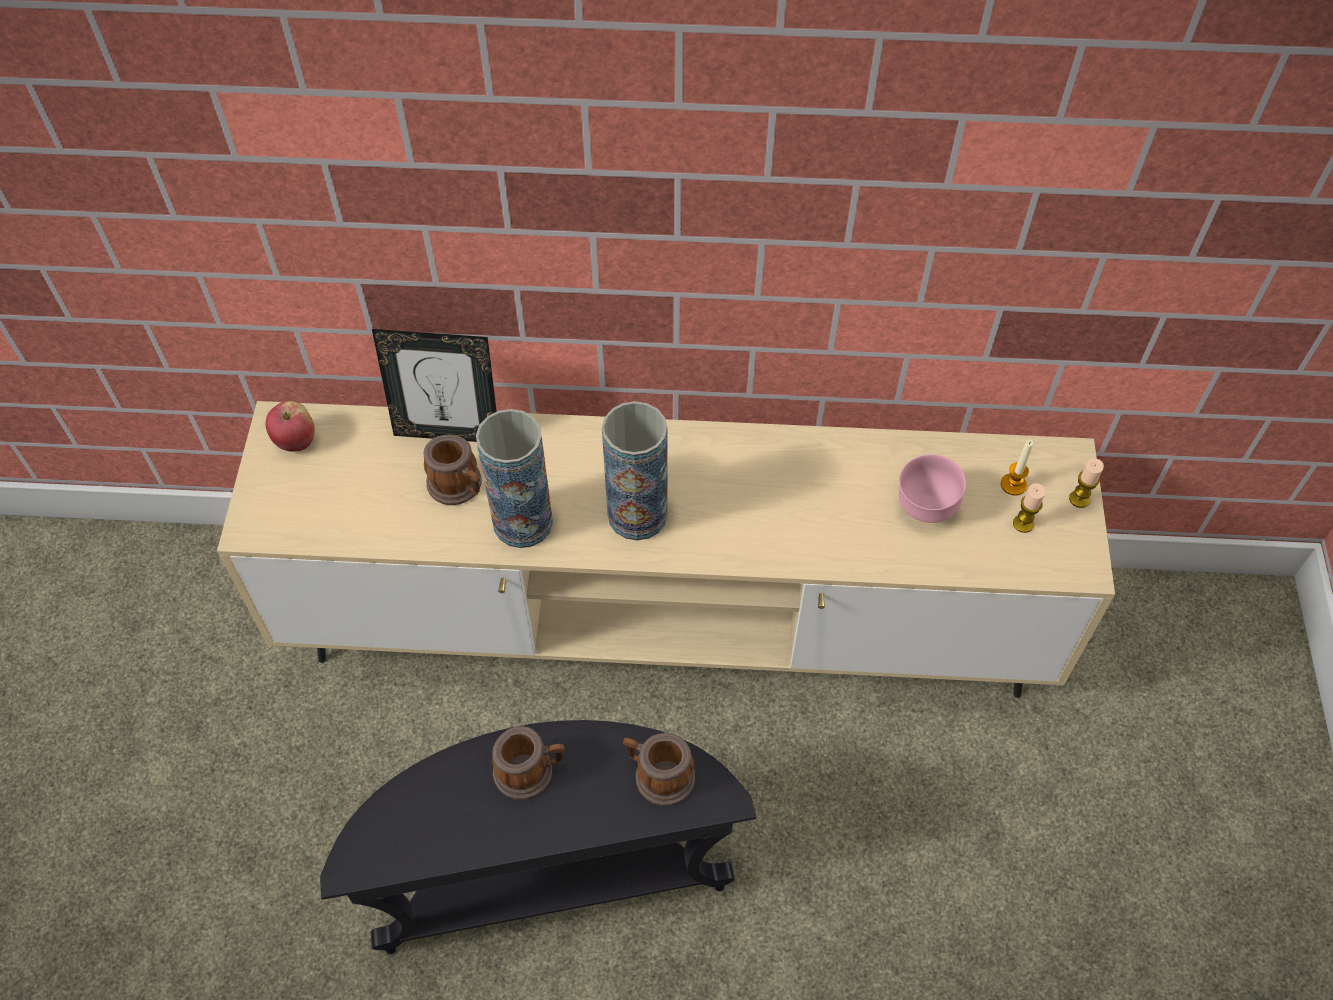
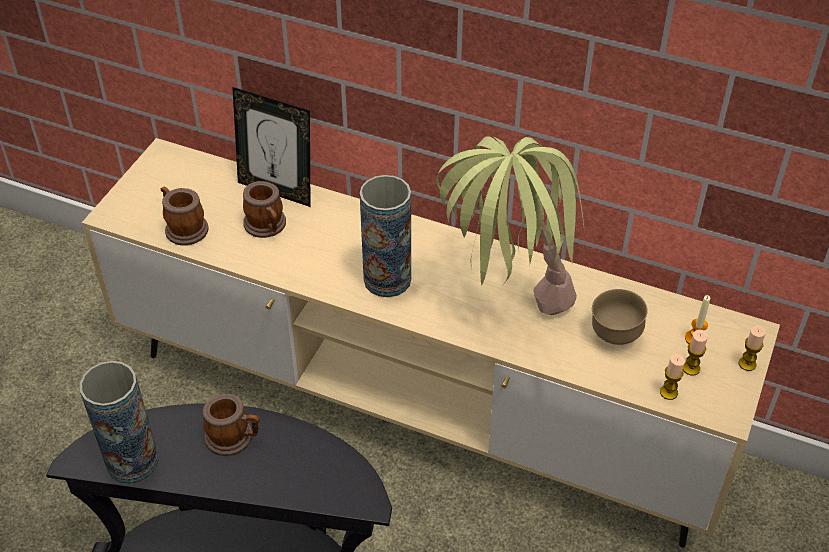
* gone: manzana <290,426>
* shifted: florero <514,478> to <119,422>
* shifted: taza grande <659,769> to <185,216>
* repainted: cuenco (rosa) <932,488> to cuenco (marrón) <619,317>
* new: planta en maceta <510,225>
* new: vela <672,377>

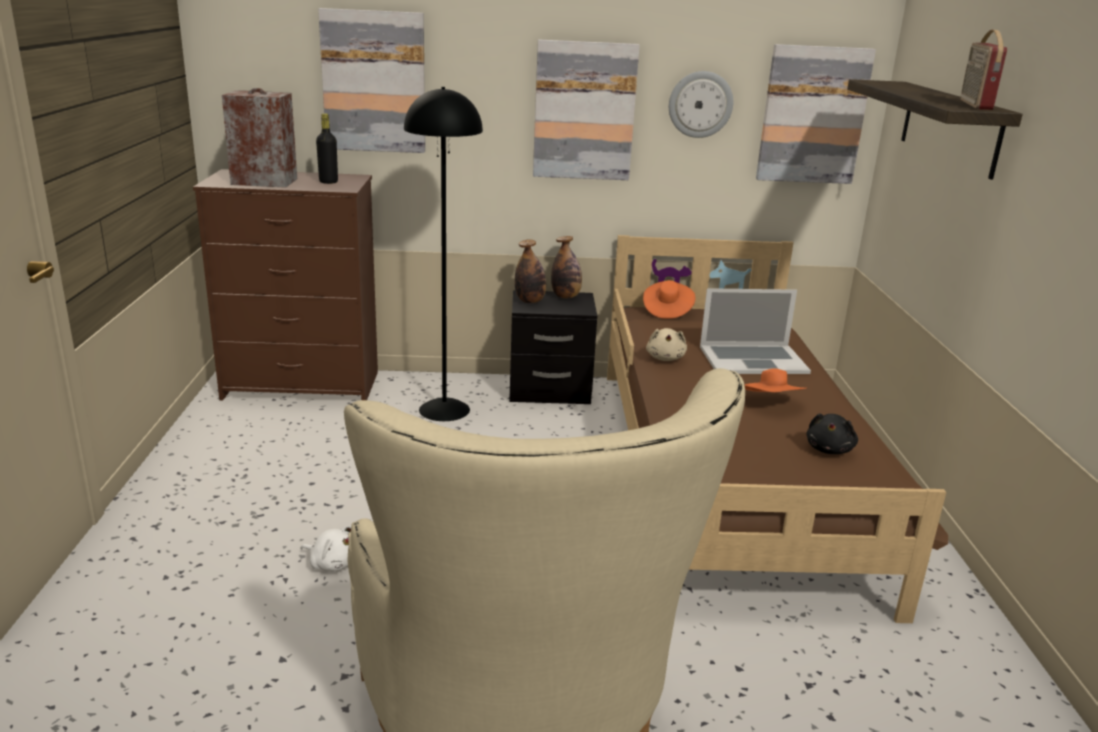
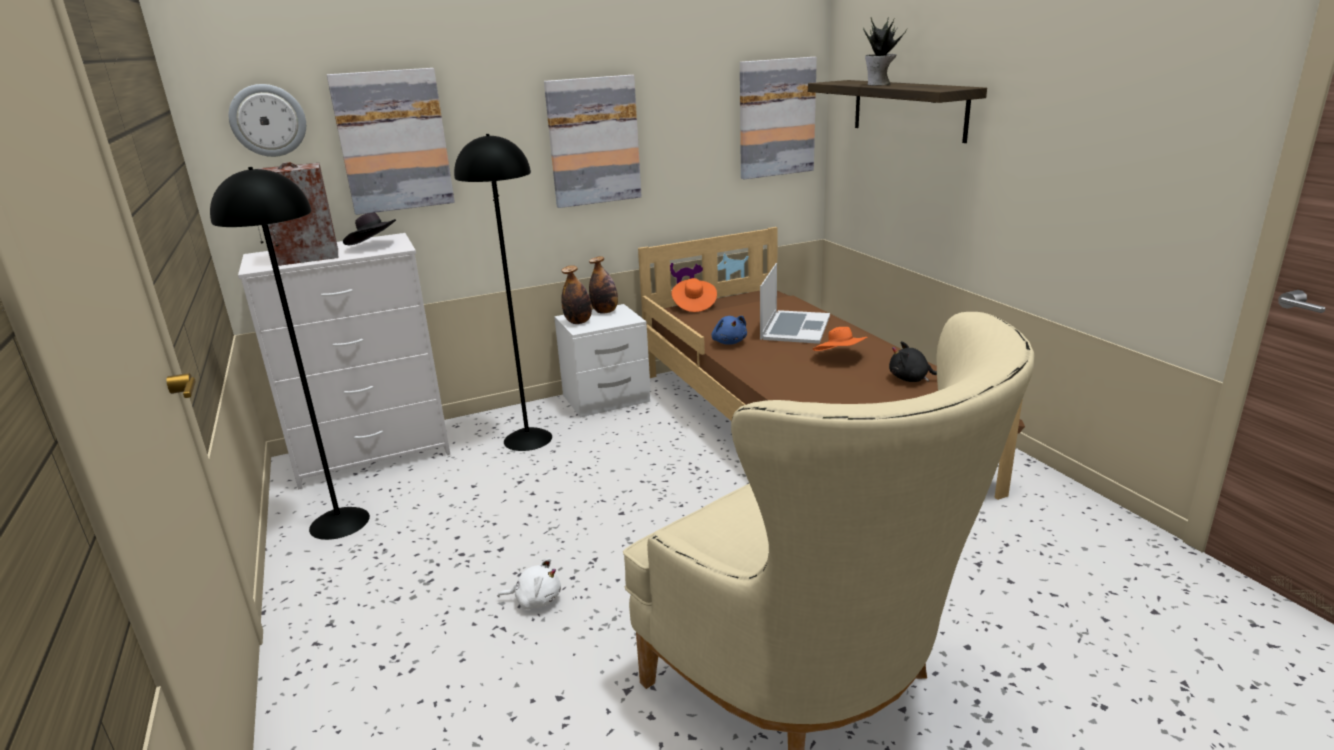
* repainted: cómoda (marrón) <285,284> to cómoda (blanco) <344,361>
* swapped: botella (negro) <327,148> to sombrero (negro) <369,228>
* repainted: mesita de noche (negro) <553,347> to mesita de noche (blanco) <602,360>
* repainted: peluche (beis) <666,344> to peluche (azul) <729,330>
* shifted: reloj de pared <701,104> to <267,120>
* rotated: portátil <755,331> = <795,303> 45 degrees counterclockwise
* rotated: peluche (negro) <832,433> = <913,361> 105 degrees clockwise
* gone: radio <983,70>
* new: lámpara de pie (negro) <290,353>
* new: planta en maceta <885,51>

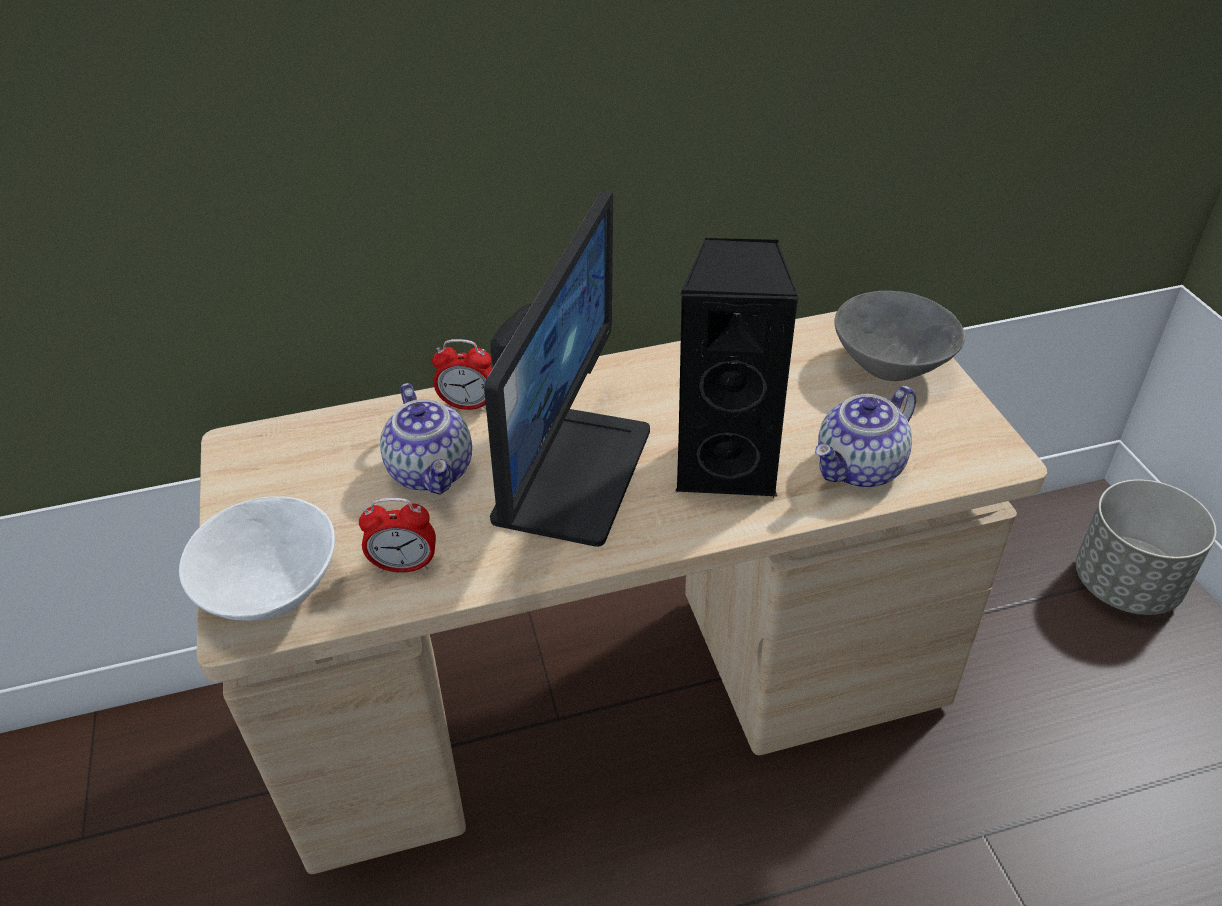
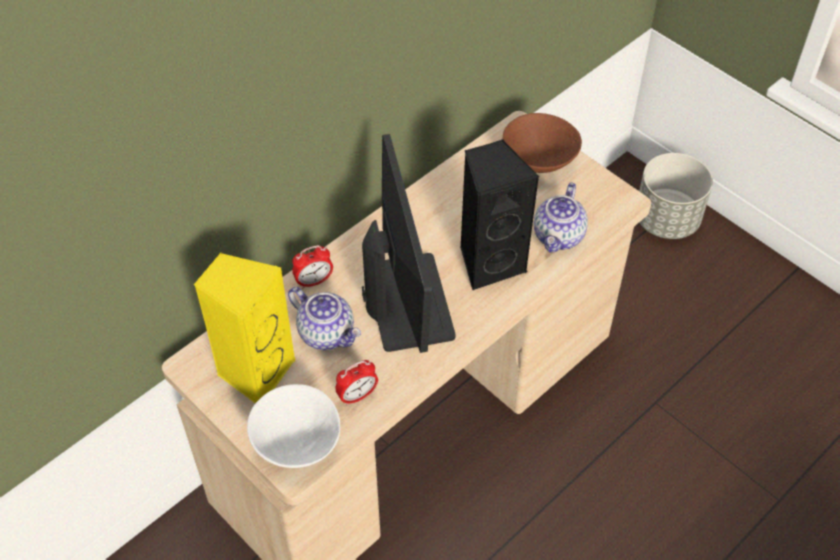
* repainted: cuenco (gris) <899,336> to cuenco (marrón) <542,143>
* new: altavoz (amarillo) <244,328>

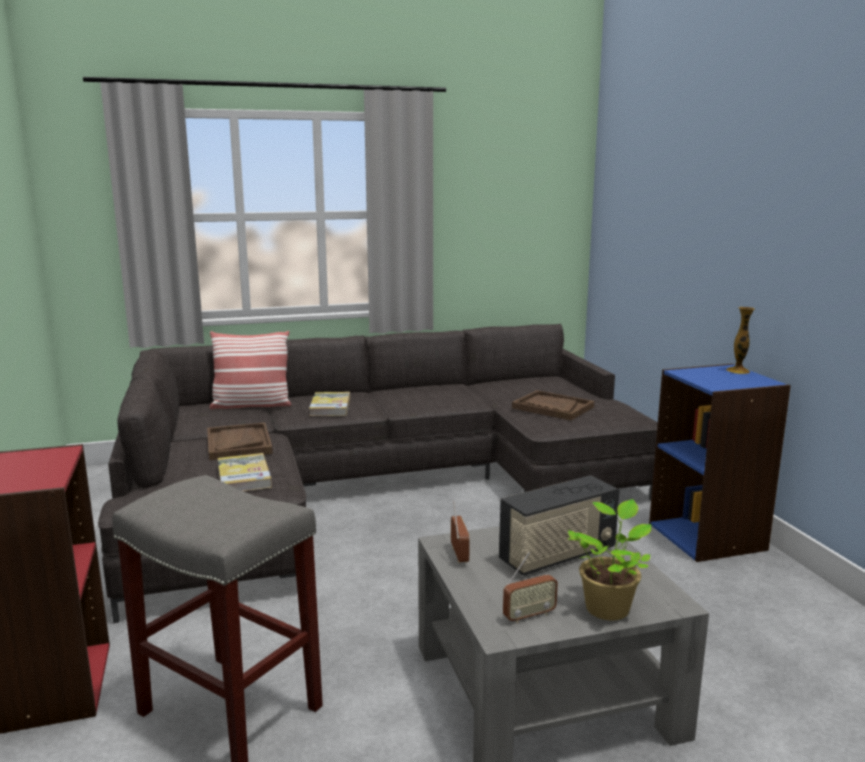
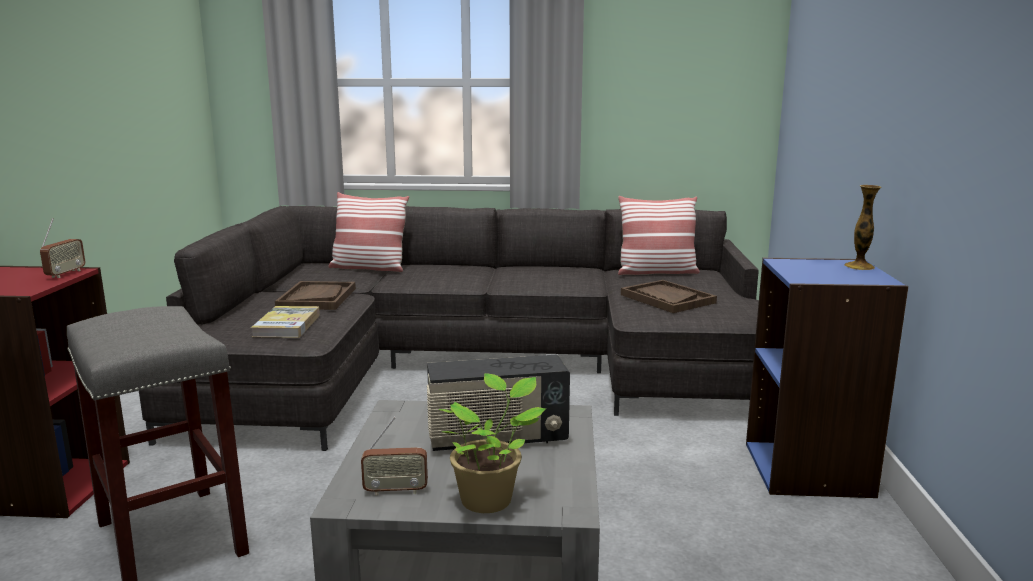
* gone: libro <329,404>
* shifted: radio <460,532> to <63,248>
* new: cojín <659,235>

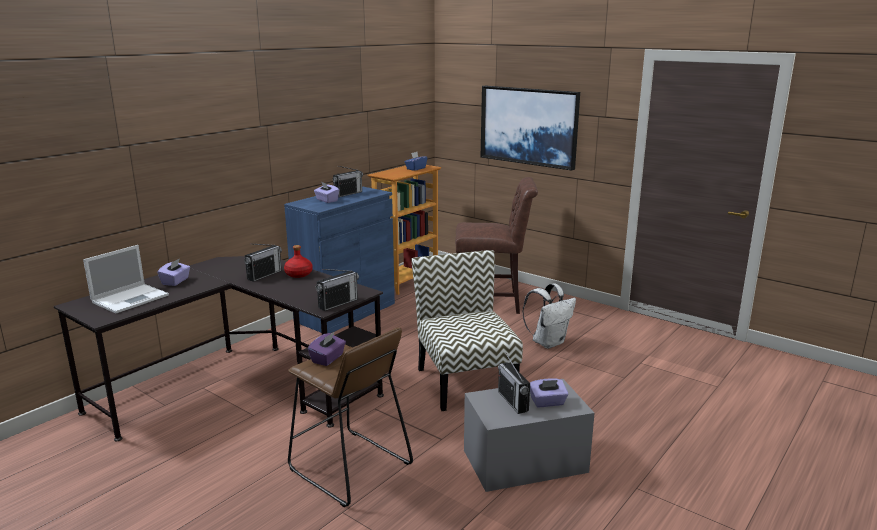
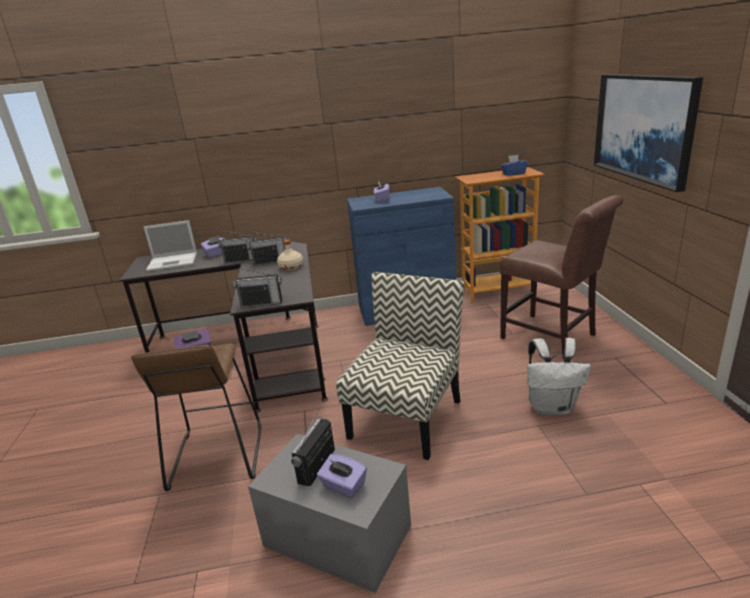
* repainted: botella (rojo) <298,261> to botella (beis) <290,254>
* shifted: radio <347,181> to <237,247>

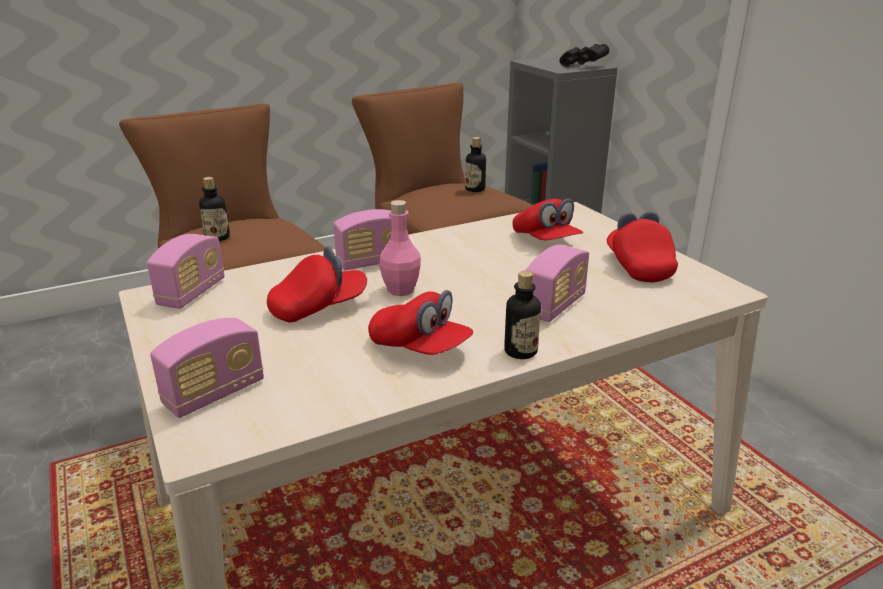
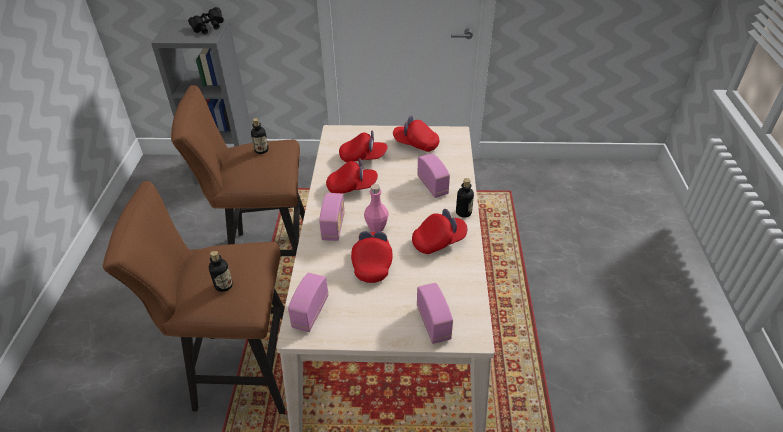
* rotated: radio <186,271> = <308,302> 120 degrees counterclockwise
* new: gorra (rojo) <352,176>

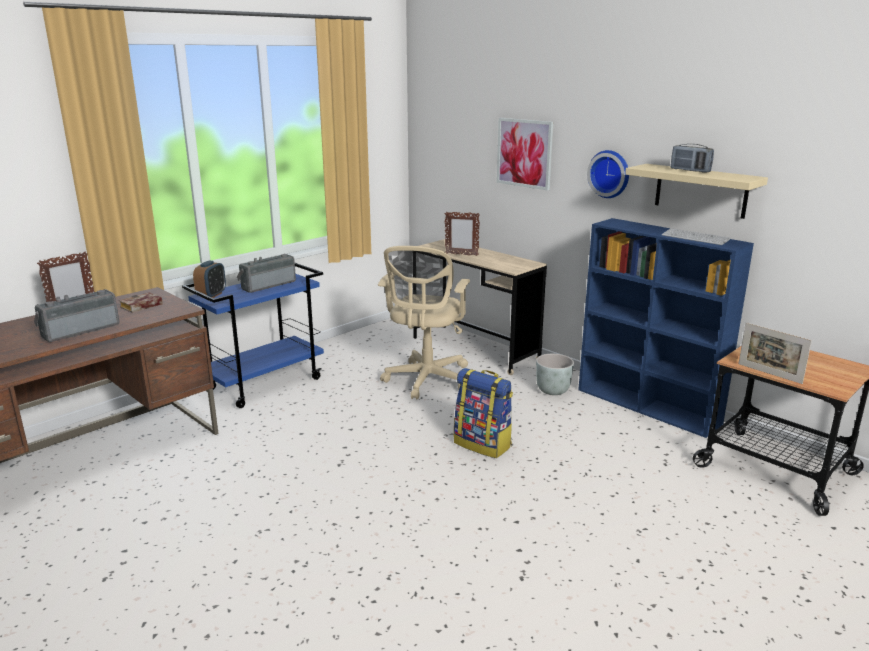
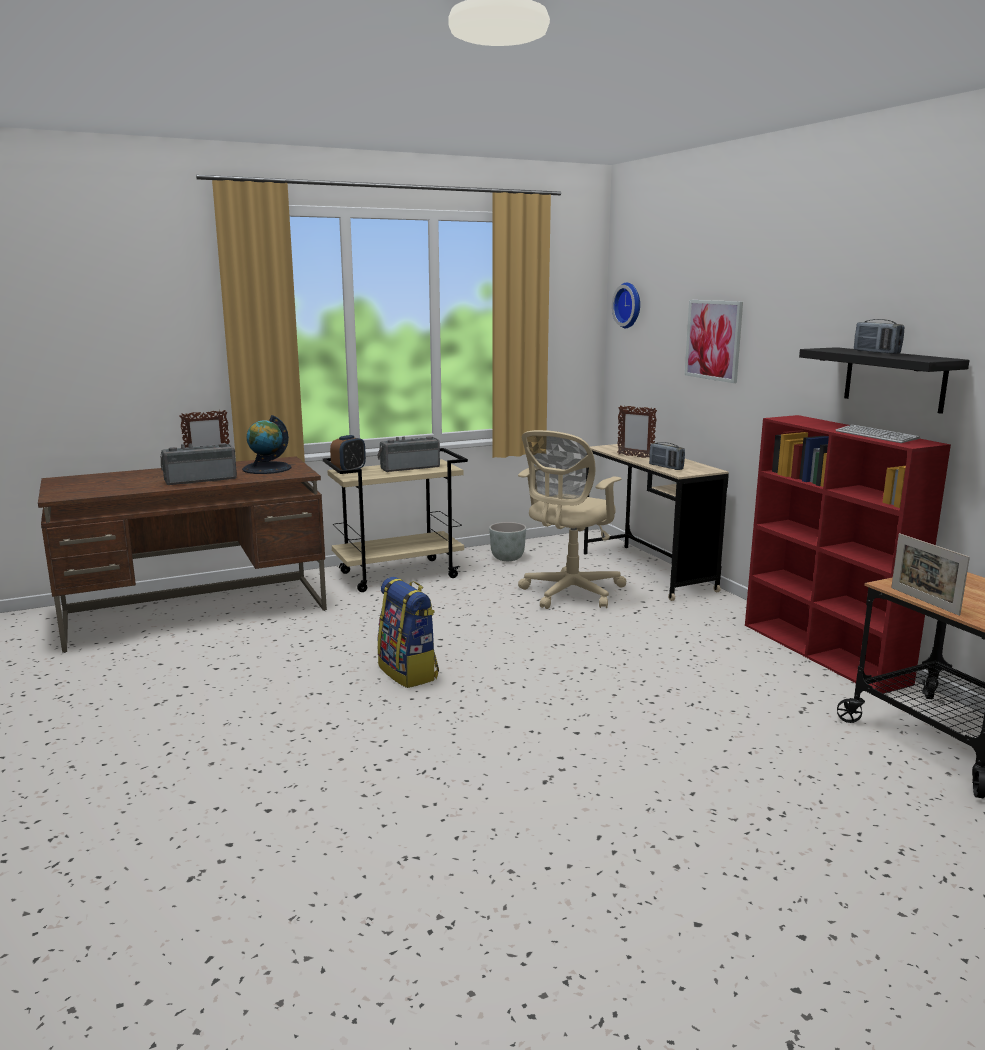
* swapped: libro <141,302> to globo terráqueo <266,444>
* repainted: carrito (azul) <253,335> to carrito (beis) <395,520>
* shifted: mochila <483,413> to <408,632>
* shifted: maceta (gris) <555,374> to <507,541>
* repainted: estantería (azul) <666,328> to estantería (rojo) <848,554>
* shifted: reloj de pared <608,174> to <626,305>
* repainted: estante (beis) <696,191> to estante (negro) <884,380>
* new: radio <667,456>

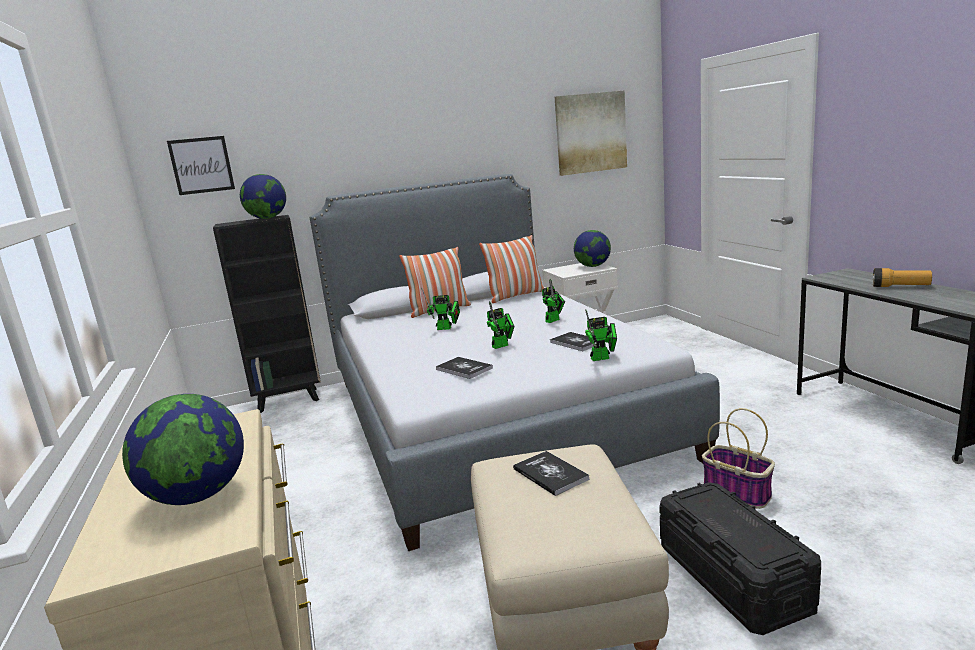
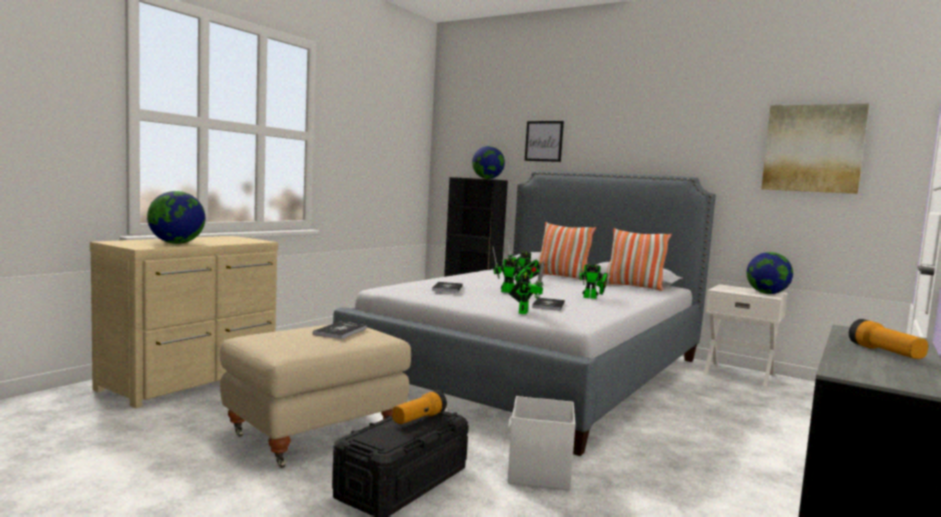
* shifted: cuadro <201,165> to <544,141>
* rotated: robot de juguete <601,335> = <527,287> 120 degrees counterclockwise
* swapped: cesta <738,458> to caja de almacenaje (blanco) <541,443>
* new: linterna <419,407>

